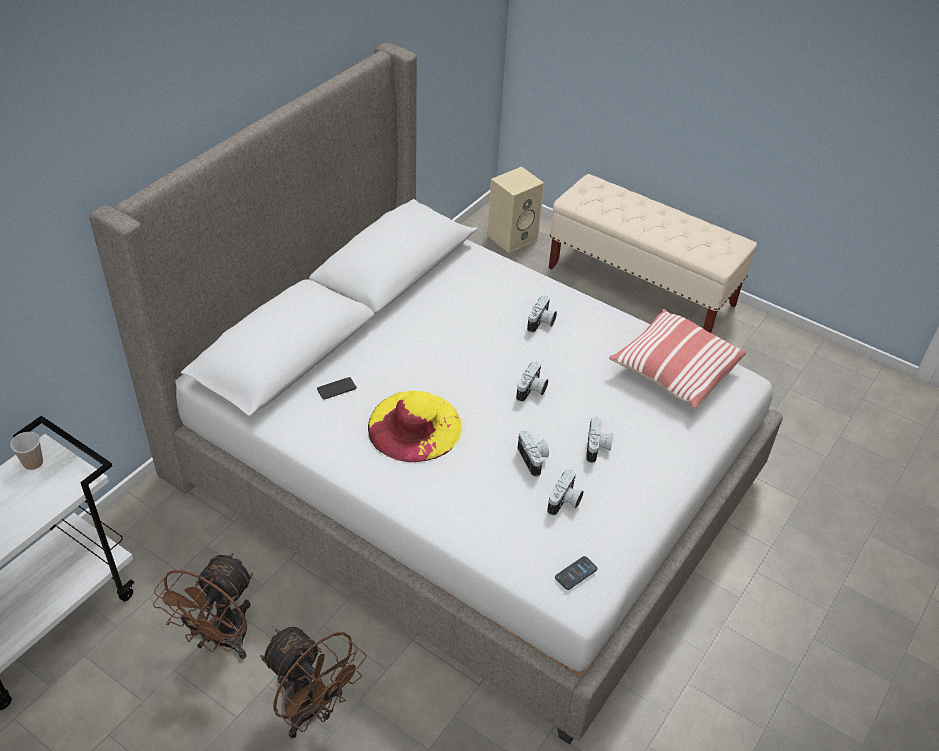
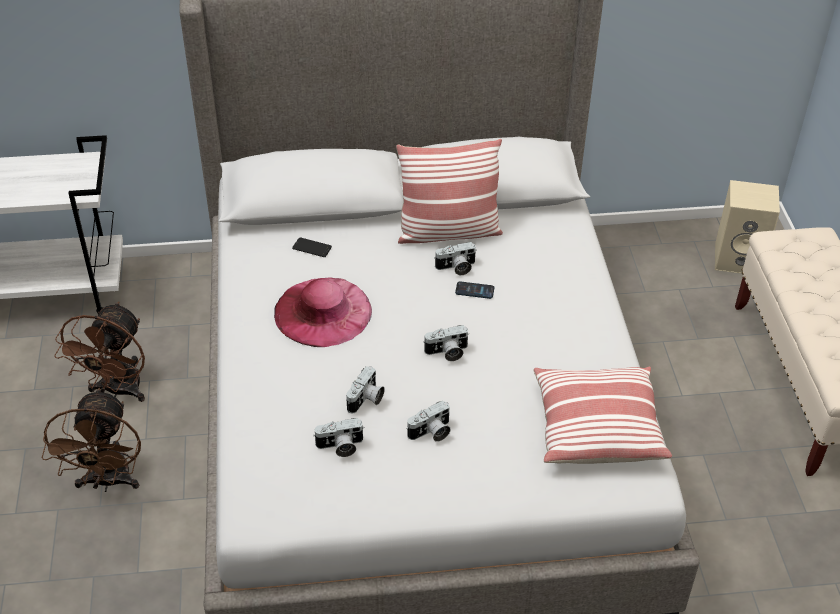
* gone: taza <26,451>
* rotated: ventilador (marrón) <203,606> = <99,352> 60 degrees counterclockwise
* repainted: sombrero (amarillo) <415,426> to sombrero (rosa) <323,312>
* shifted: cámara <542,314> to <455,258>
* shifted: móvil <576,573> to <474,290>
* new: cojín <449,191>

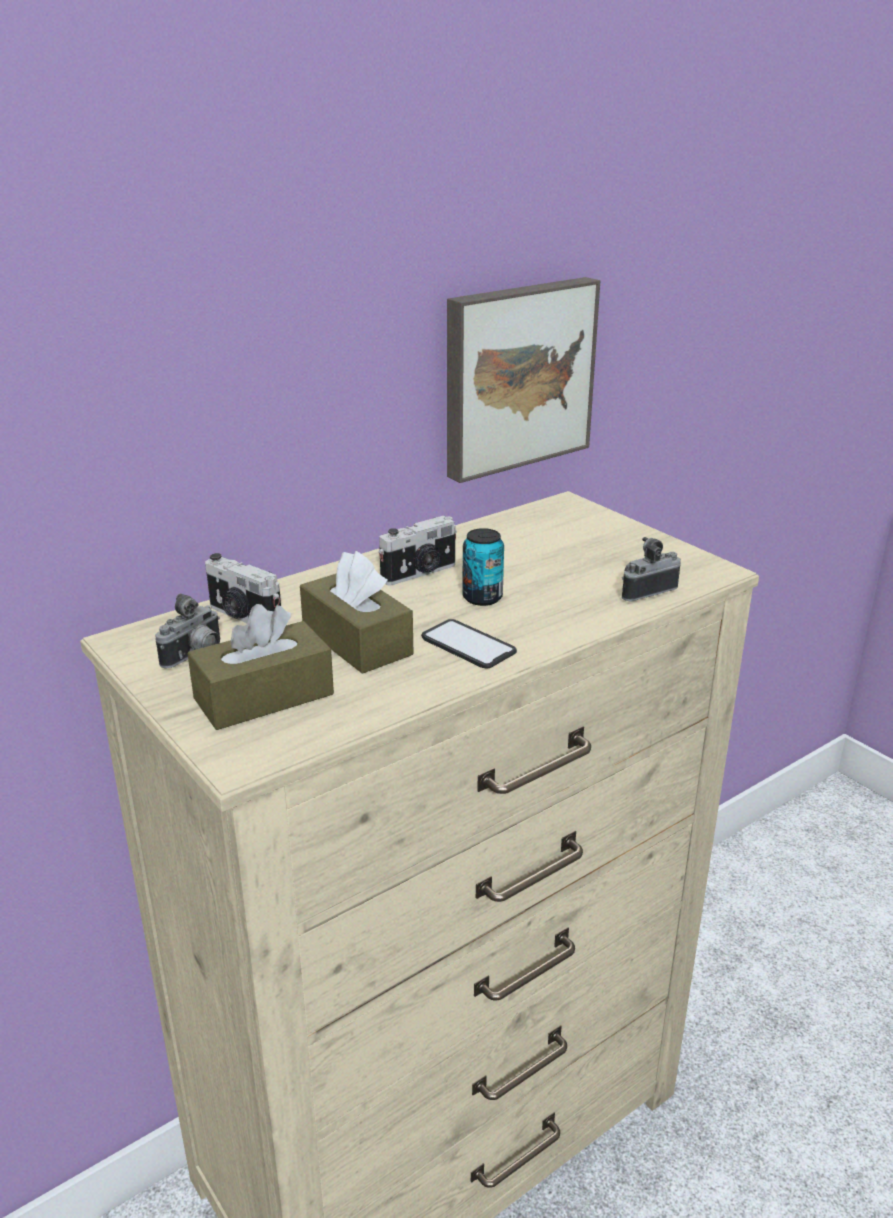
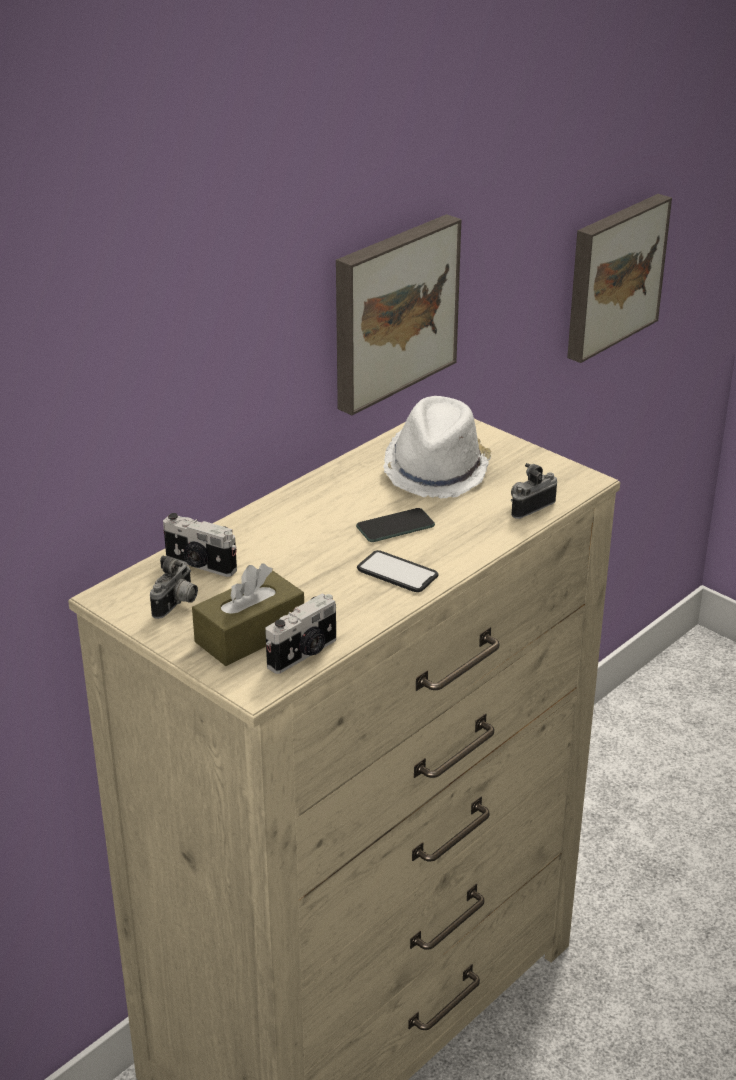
* gone: caja de pañuelos (marrón) <356,612>
* shifted: cámara <418,550> to <300,633>
* swapped: lata <483,567> to móvil <395,525>
* new: sombrero (blanco) <437,447>
* new: cuadro <619,278>

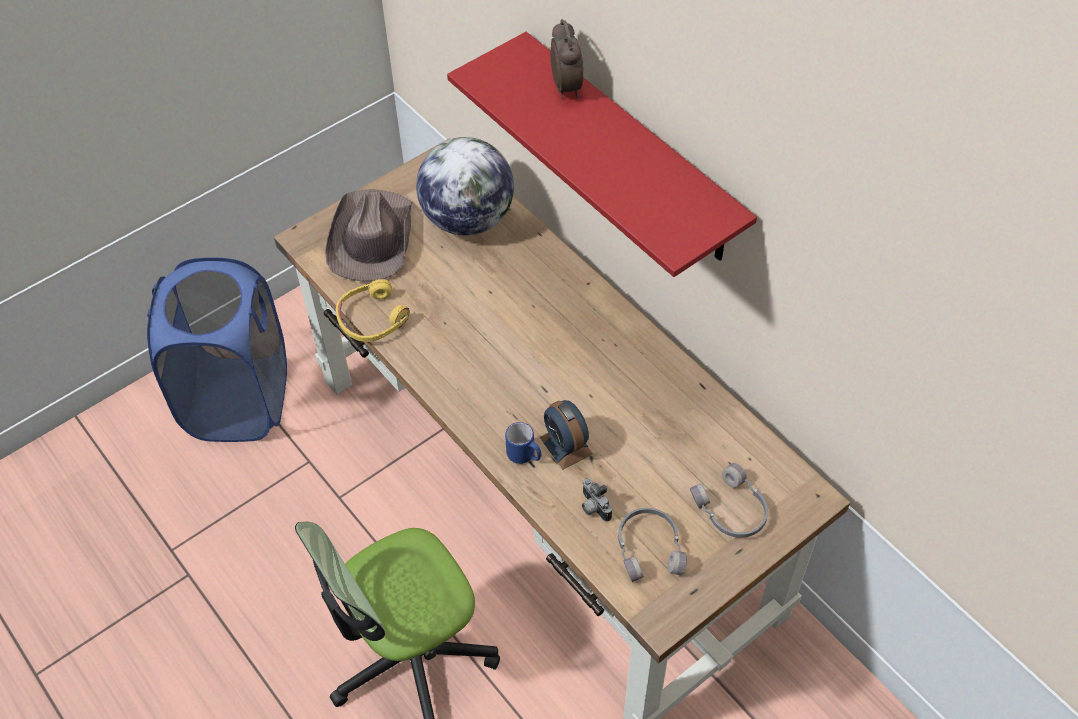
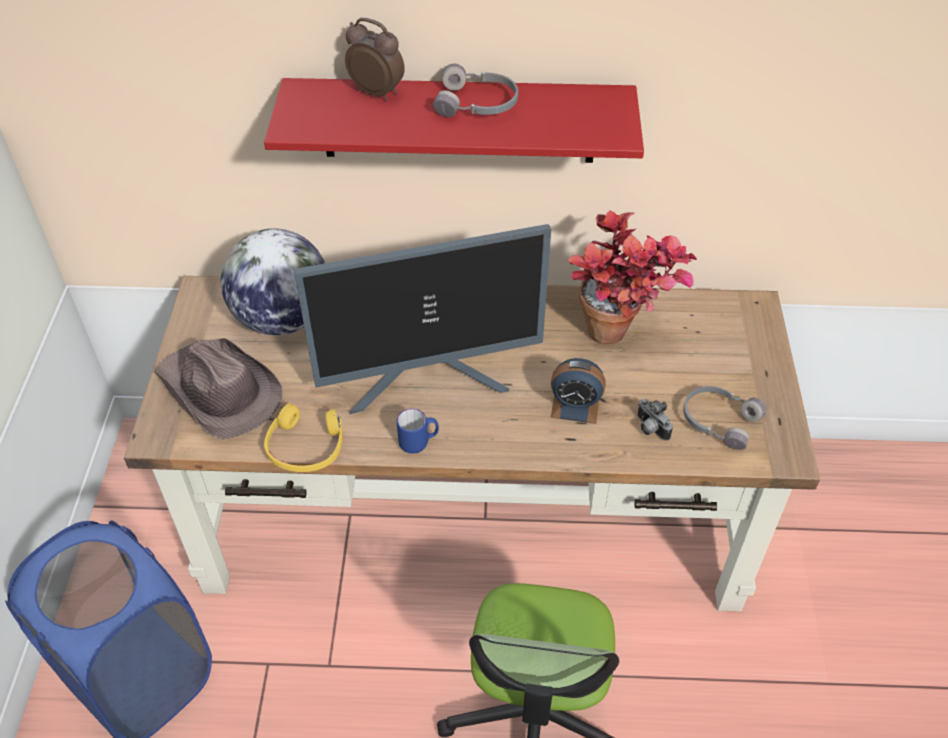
* shifted: taza grande (azul) <523,443> to <418,431>
* rotated: cámara <597,500> = <655,420> 45 degrees clockwise
* shifted: auriculares (gris) <729,500> to <475,90>
* new: monitor <422,319>
* new: planta en maceta <632,277>

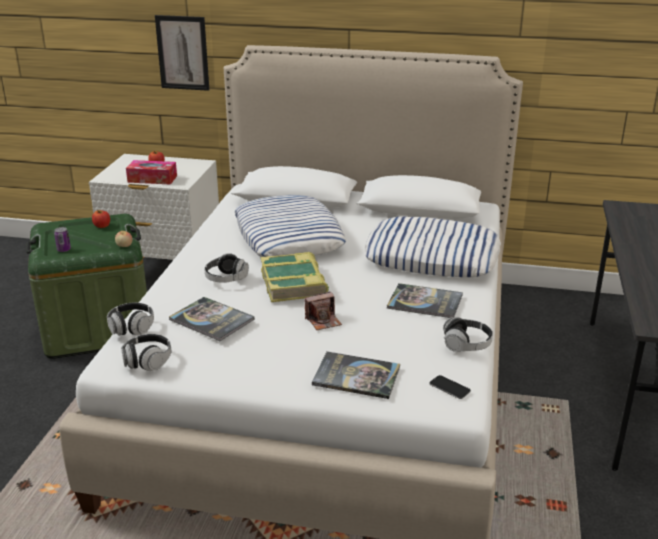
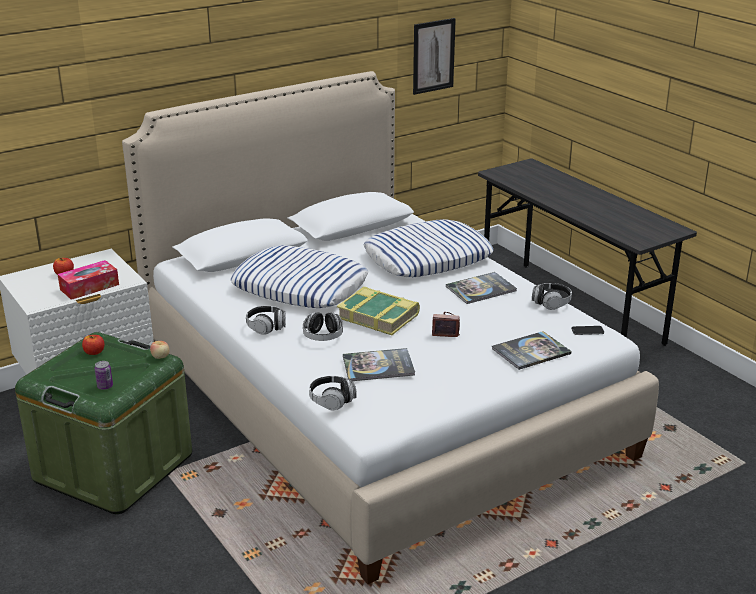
* shifted: auriculares <146,352> to <266,320>
* shifted: cuadro <182,53> to <434,56>
* rotated: cámara <323,311> = <446,324> 105 degrees counterclockwise

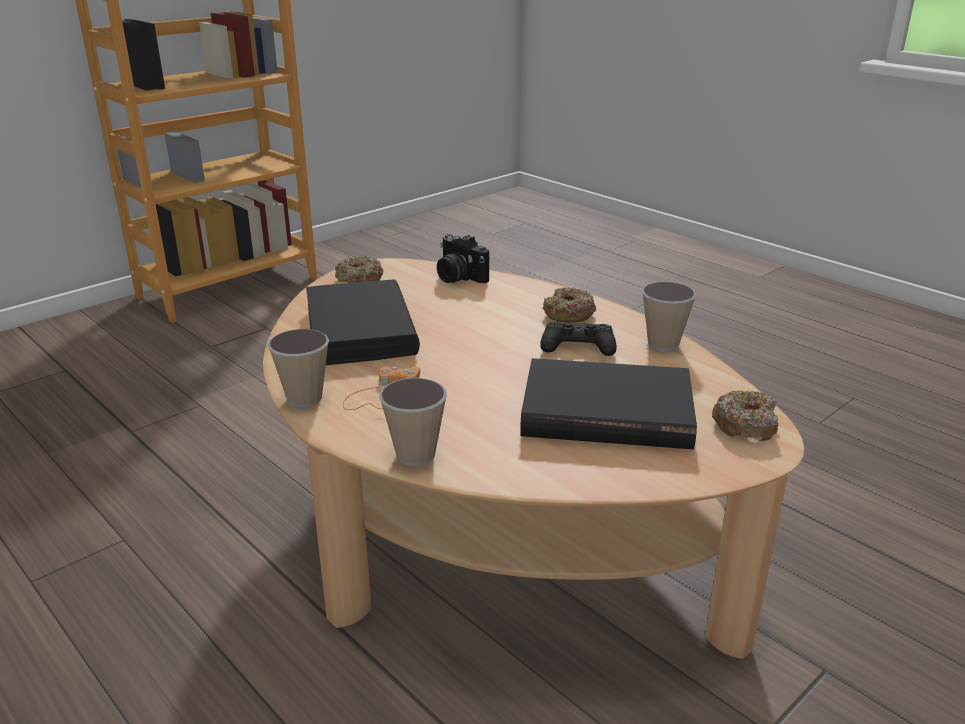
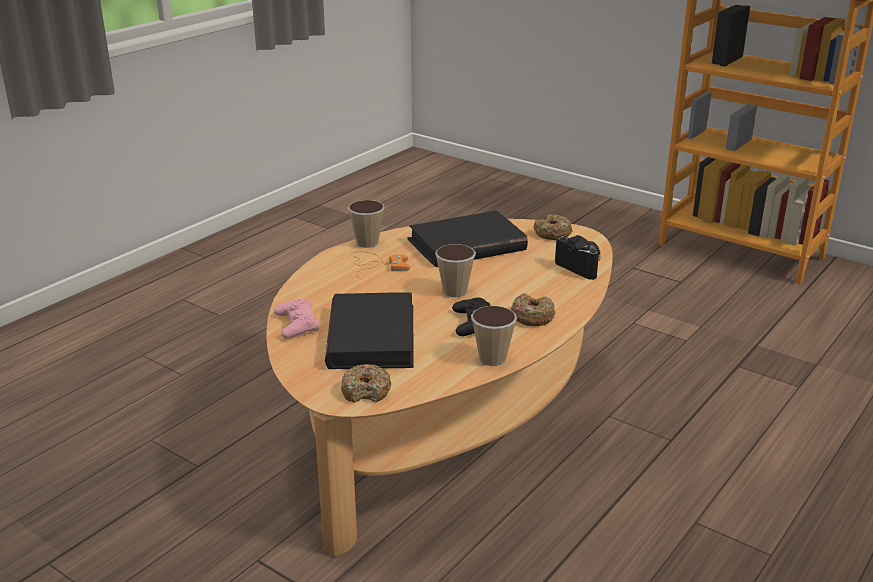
* shifted: taza <413,422> to <455,270>
* rotated: cámara <463,258> = <577,257> 105 degrees clockwise
* new: mando de consola (rosa) <296,318>

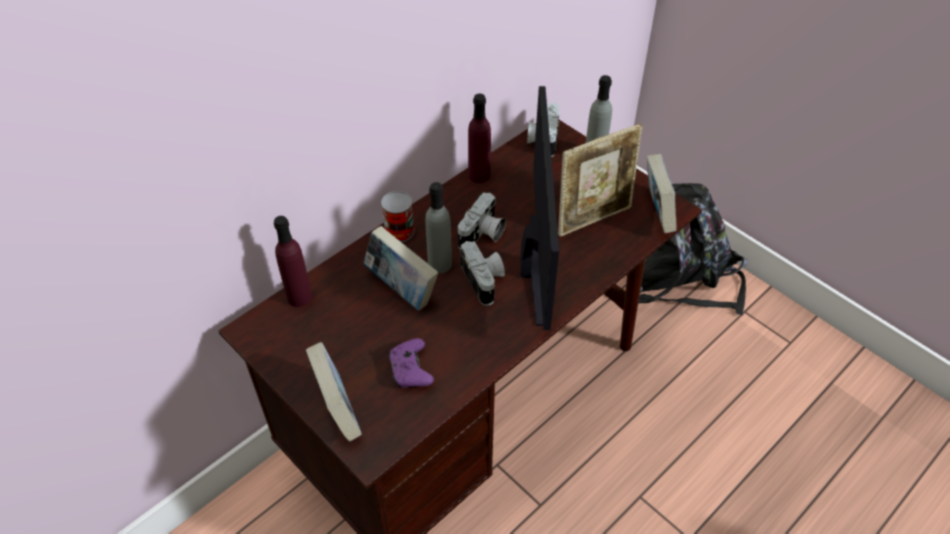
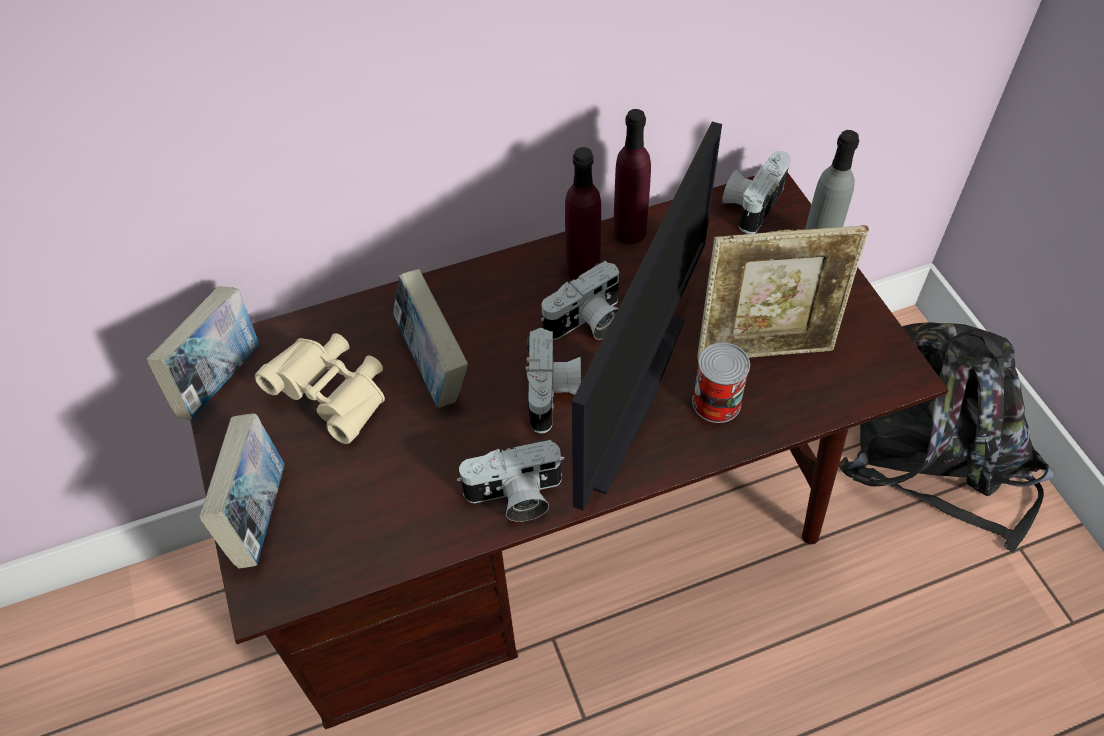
* shifted: botella (morado) <293,261> to <583,213>
* shifted: lata <398,216> to <721,382>
* gone: mando de consola (morado) <411,363>
* gone: botella (gris) <438,227>
* shifted: libro <661,193> to <203,353>
* new: prismáticos (beis) <320,388>
* new: cámara <510,481>

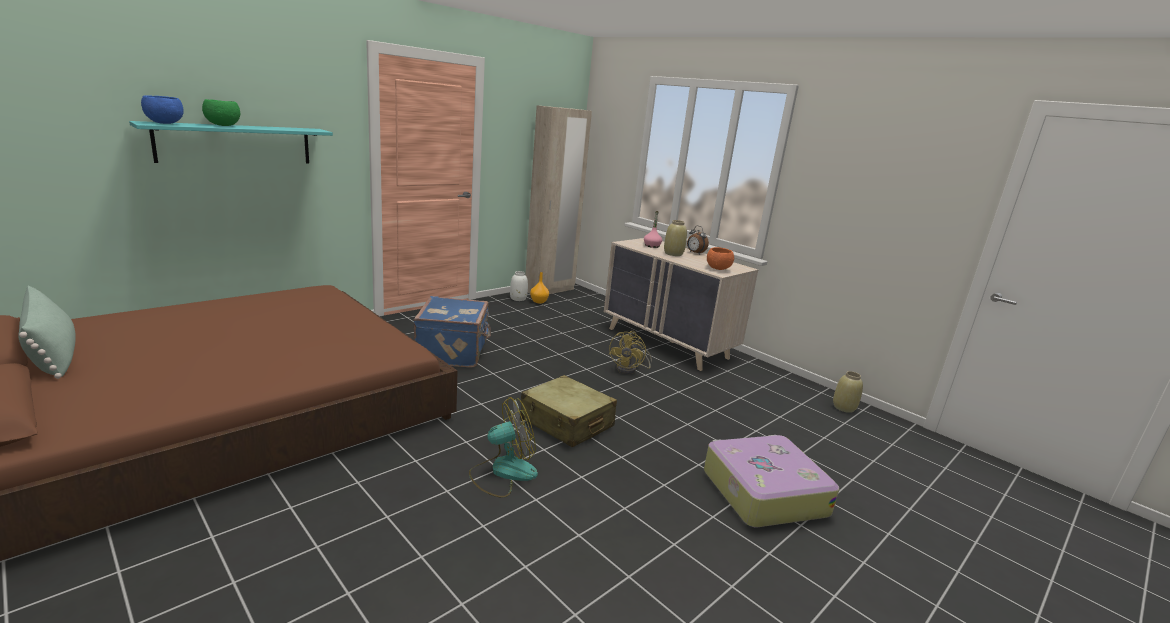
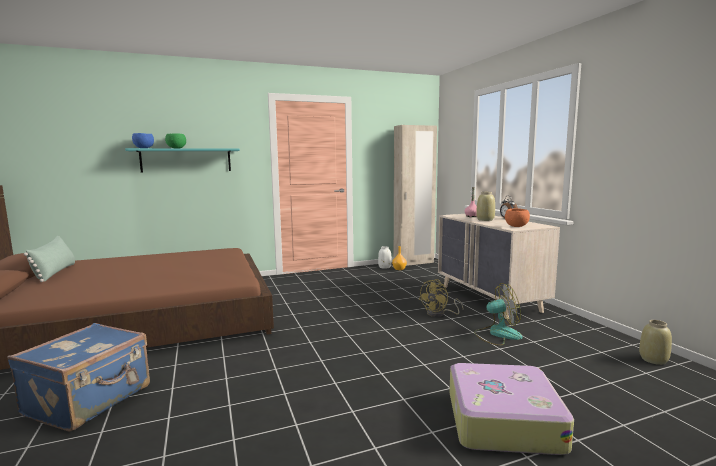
* shifted: maleta (azul) <452,332> to <78,377>
* shifted: ventilador <503,447> to <498,314>
* gone: maleta (beis) <569,411>

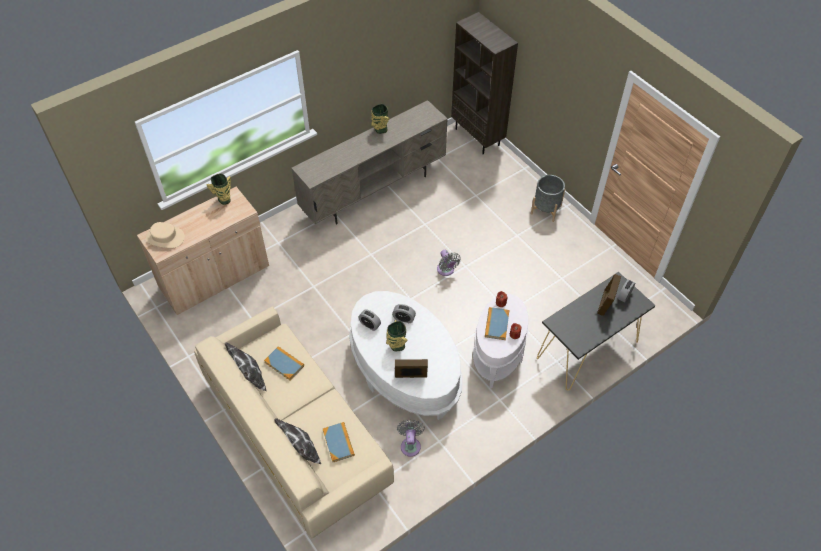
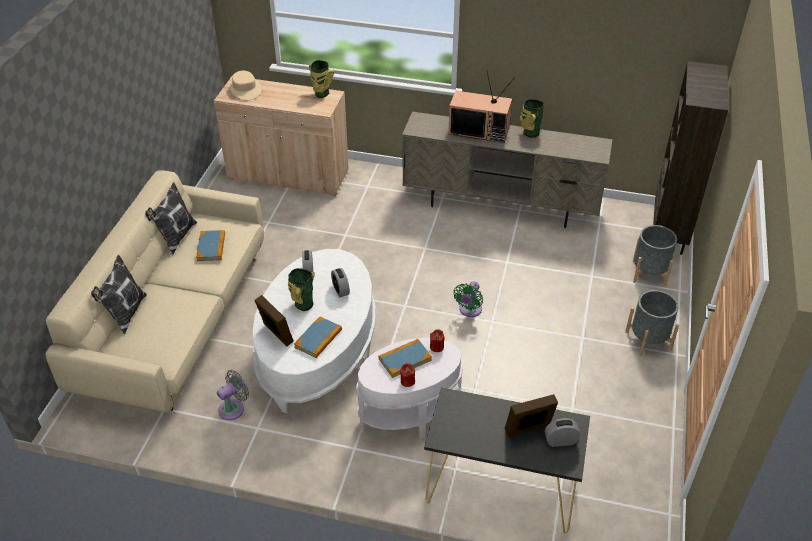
* shifted: libro <339,442> to <318,337>
* repainted: ventilador (gris) <449,263> to ventilador (verde) <468,299>
* new: televisor <481,106>
* new: maceta (gris) <655,255>

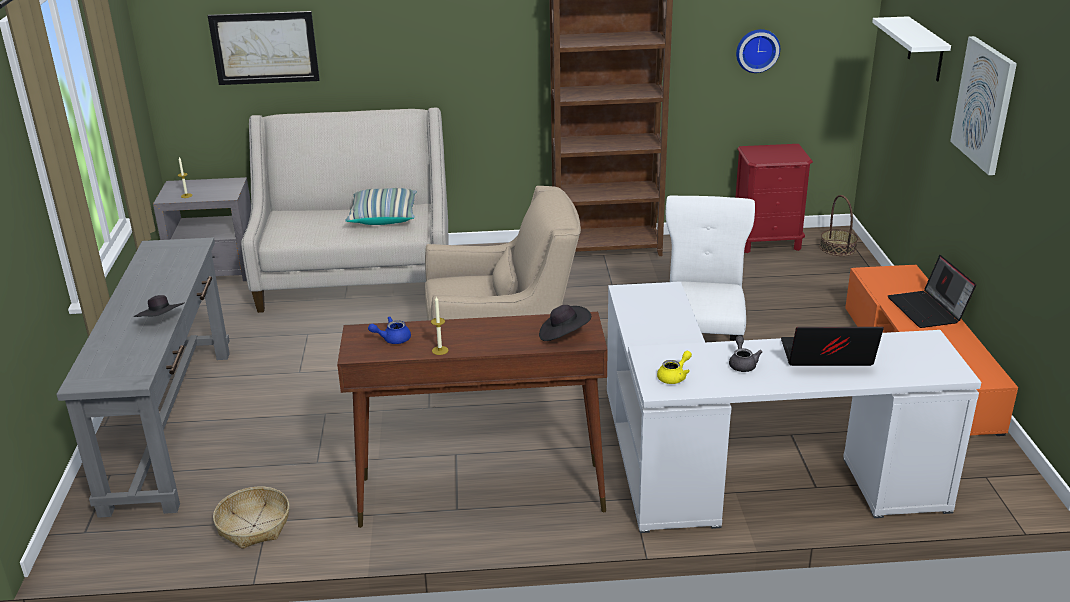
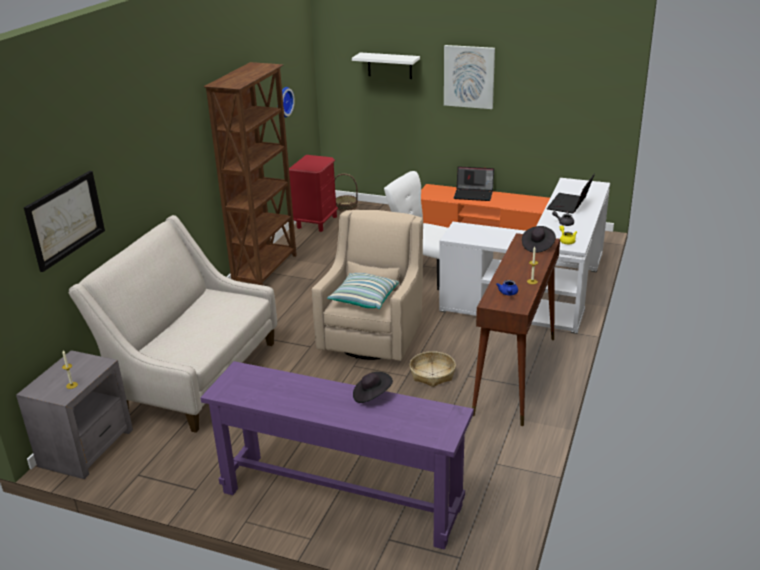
* repainted: mesa consola (gris) <143,378> to mesa consola (morado) <337,455>
* shifted: cesta <251,518> to <433,369>
* shifted: cojín <381,206> to <363,291>

